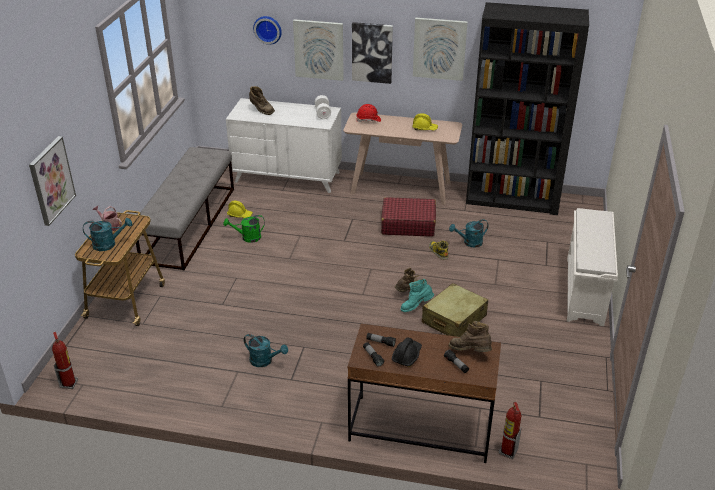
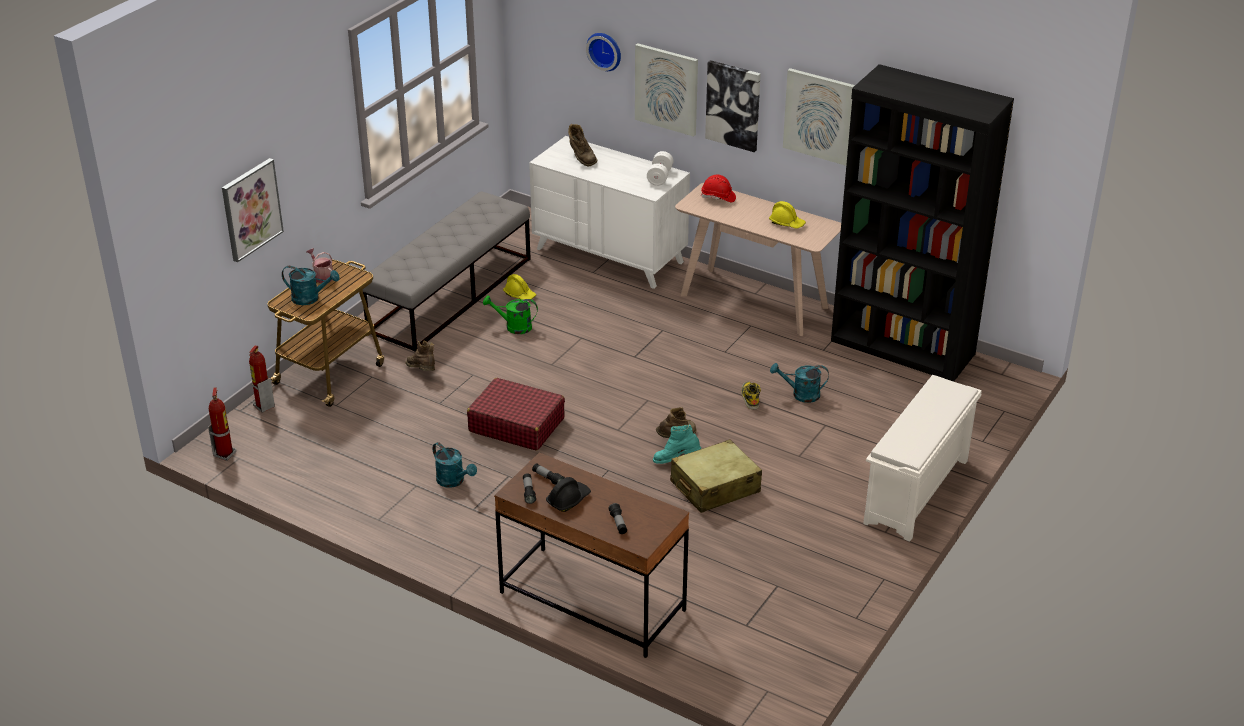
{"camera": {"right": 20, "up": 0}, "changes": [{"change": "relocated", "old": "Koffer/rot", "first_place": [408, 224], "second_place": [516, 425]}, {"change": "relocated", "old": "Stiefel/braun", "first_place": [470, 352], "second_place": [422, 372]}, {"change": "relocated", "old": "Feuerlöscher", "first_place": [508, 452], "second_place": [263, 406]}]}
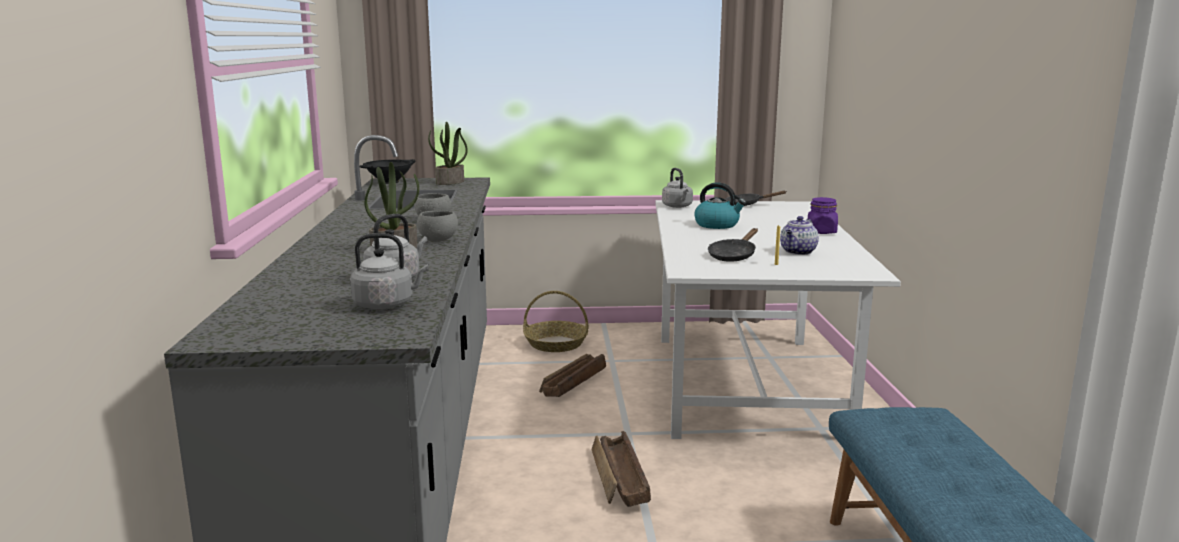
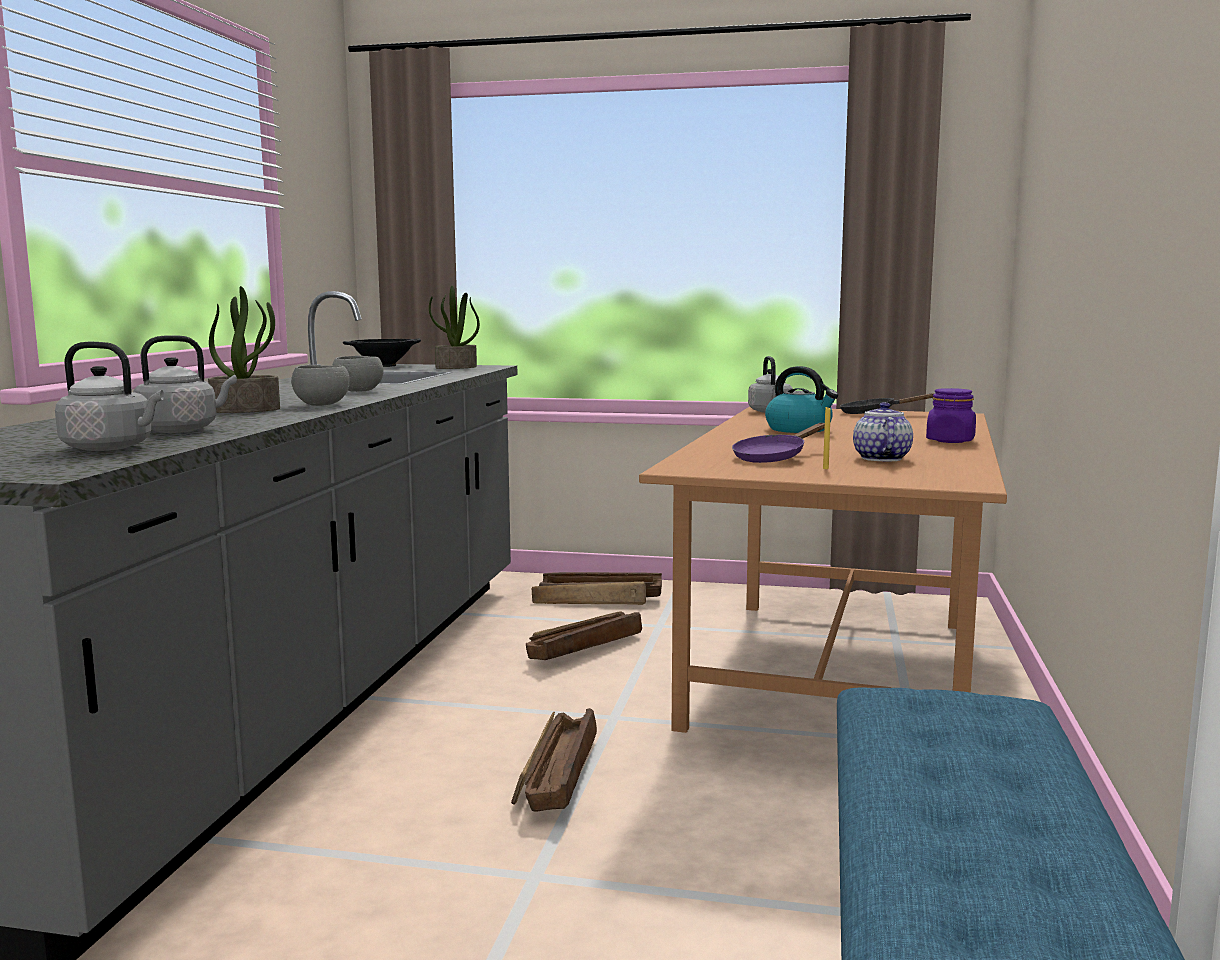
{"camera": {"right": 15, "up": -5}, "changes": [{"change": "colour", "old": "Esstisch/weiß", "new": "Esstisch/braun", "first_place": [743, 383], "second_place": [832, 670]}, {"change": "spun", "old": "Teekanne", "first_place": [798, 252], "second_place": [880, 458], "degrees": 135}, {"change": "colour", "old": "Pfanne/schwarz", "new": "Pfanne/lila", "first_place": [733, 256], "second_place": [773, 458]}, {"change": "exchanged", "old": "Korb", "new": "Kiste", "first_place": [556, 344], "second_place": [598, 600]}]}
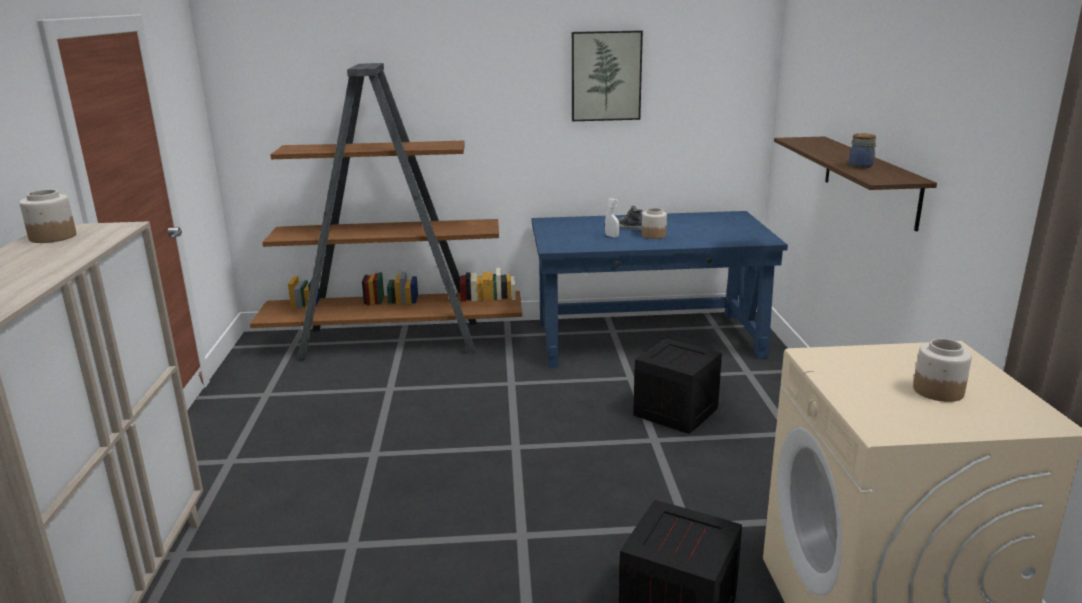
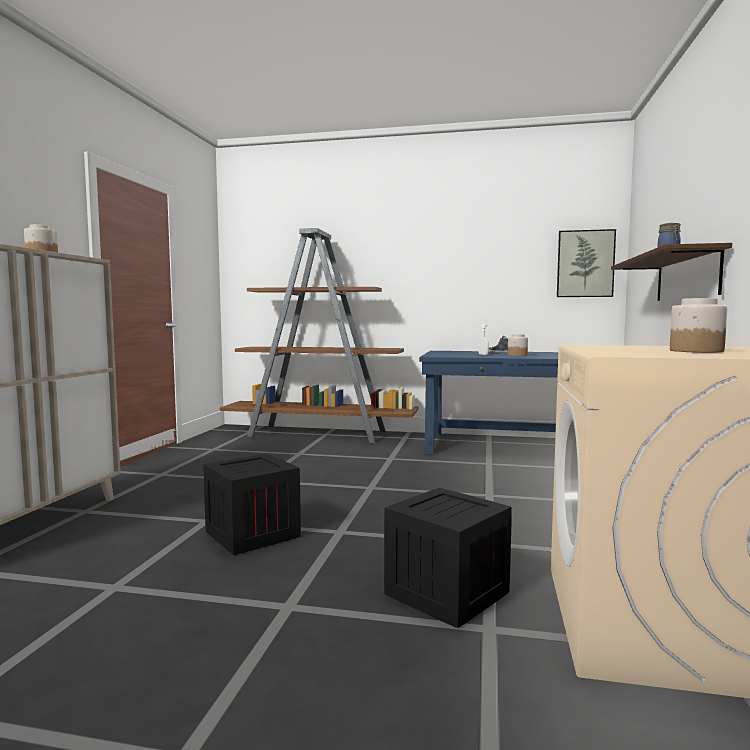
{"camera": {"right": 15, "up": -15}, "changes": [{"change": "relocated", "old": "Bild", "first_place": [606, 76], "second_place": [585, 264]}, {"change": "relocated", "old": "Kiste", "first_place": [675, 411], "second_place": [253, 534]}]}
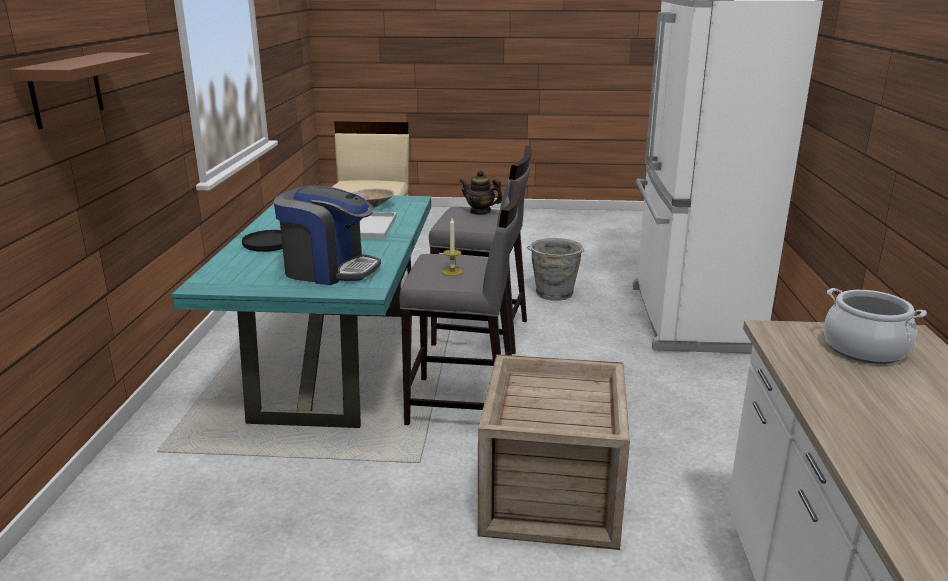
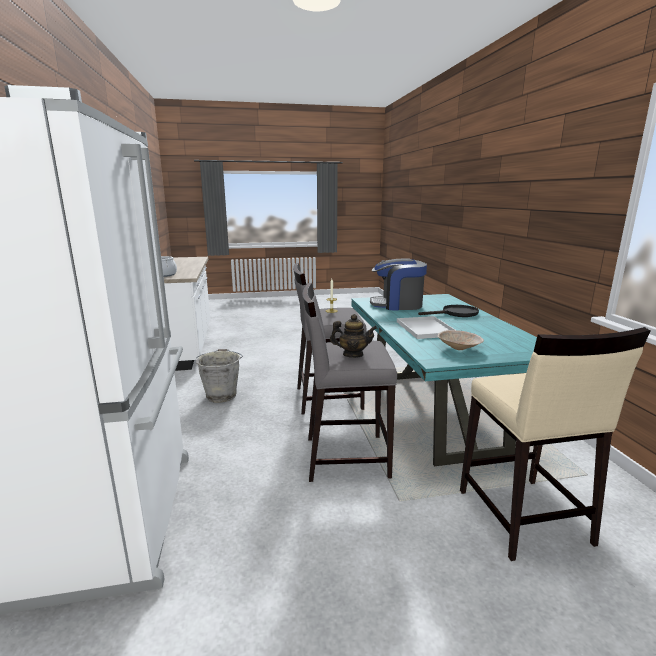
{"camera": {"right": 165, "up": -5}, "changes": [{"change": "missing", "old": "Wandregal/braun", "first_place": [66, 89]}, {"change": "relocated", "old": "Eimer/grau", "first_place": [554, 294], "second_place": [221, 395]}, {"change": "missing", "old": "Kiste", "first_place": [550, 496]}]}
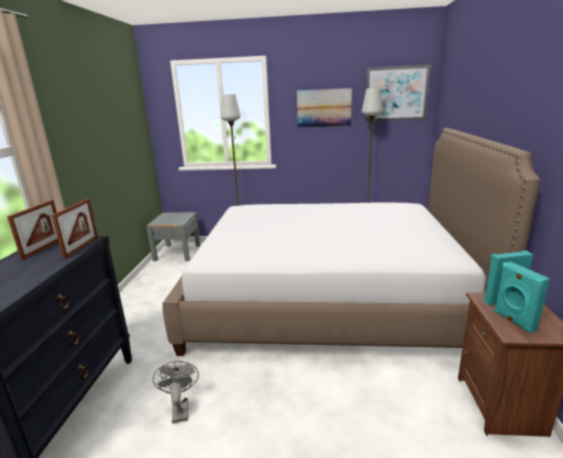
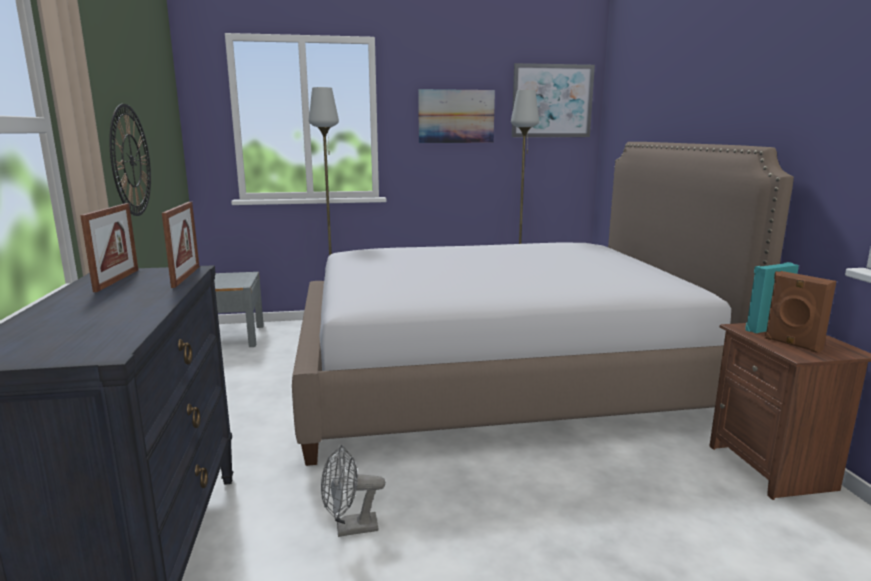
{"camera": {"right": -15, "up": -5}, "changes": [{"change": "colour", "old": "Lautsprecher/türkis", "new": "Lautsprecher/braun", "first_place": [513, 321], "second_place": [792, 344]}, {"change": "spun", "old": "Ventilator/grau", "first_place": [180, 408], "second_place": [350, 528], "degrees": -75}, {"change": "appeared", "new": "Wanduhr", "second_place": [131, 161]}]}
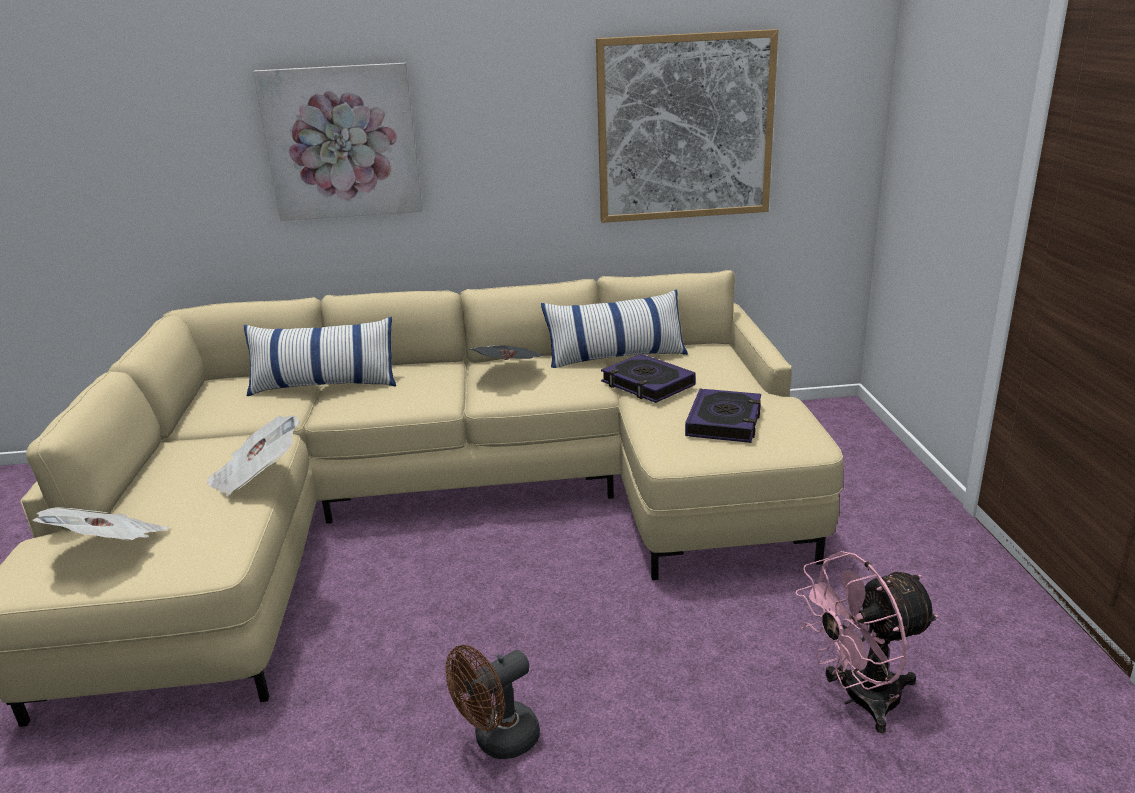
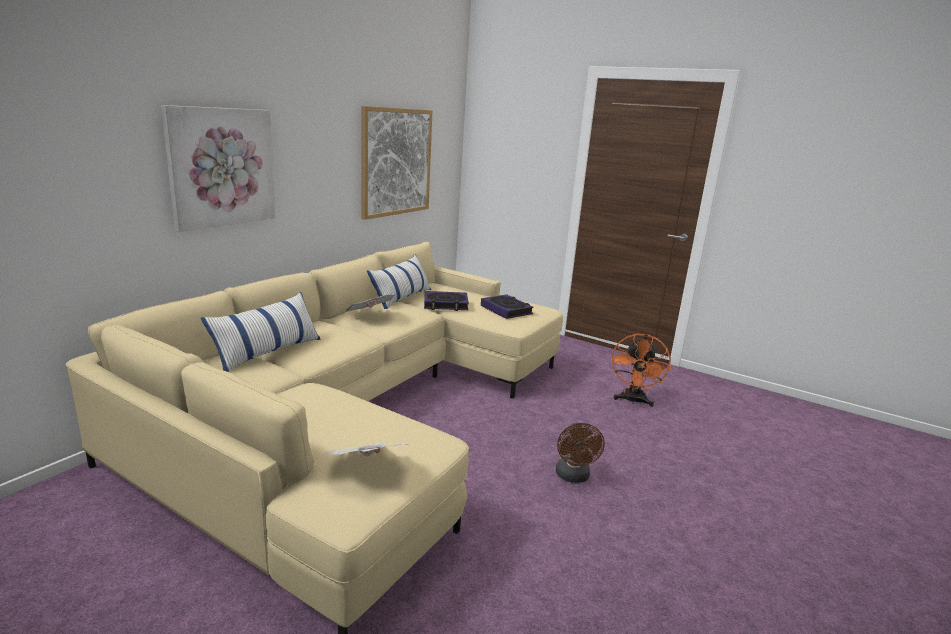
{"camera": {"right": -55, "up": -5}, "changes": [{"change": "missing", "old": "Zeitung", "first_place": [257, 477]}, {"change": "colour", "old": "Ventilator/rosa", "new": "Ventilator/orange", "first_place": [859, 699], "second_place": [633, 401]}]}
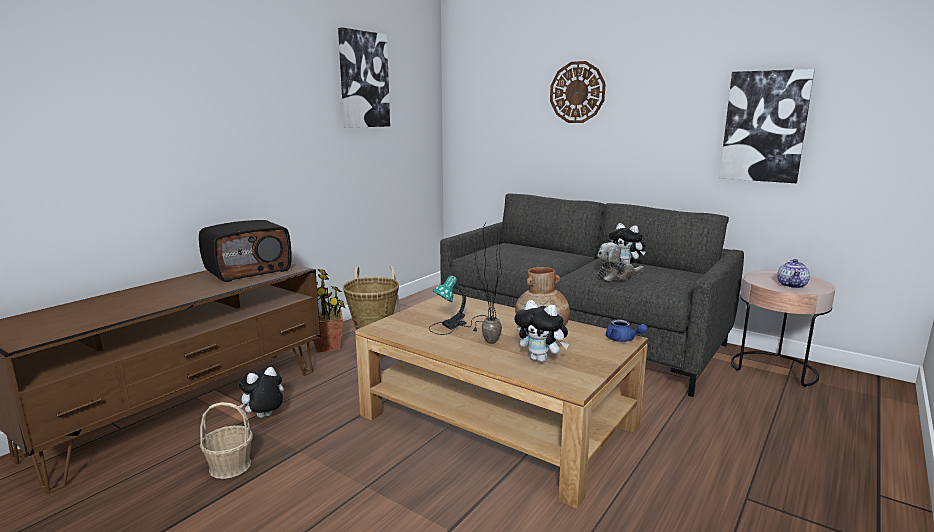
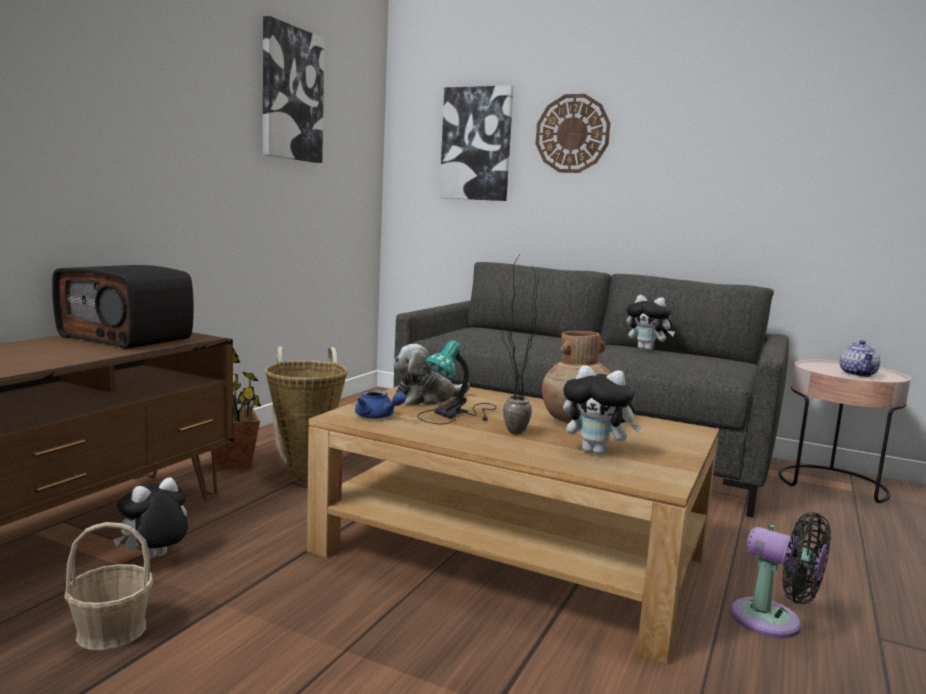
{"camera": {"right": -10, "up": -5}, "changes": [{"change": "relocated", "old": "Bild", "first_place": [764, 126], "second_place": [476, 144]}, {"change": "spun", "old": "Radio", "first_place": [248, 270], "second_place": [128, 337], "degrees": 75}, {"change": "relocated", "old": "Plüschtier", "first_place": [617, 276], "second_place": [426, 398]}, {"change": "relocated", "old": "Teekanne/blau", "first_place": [623, 340], "second_place": [378, 417]}, {"change": "appeared", "new": "Ventilator/schwarz", "second_place": [773, 622]}]}
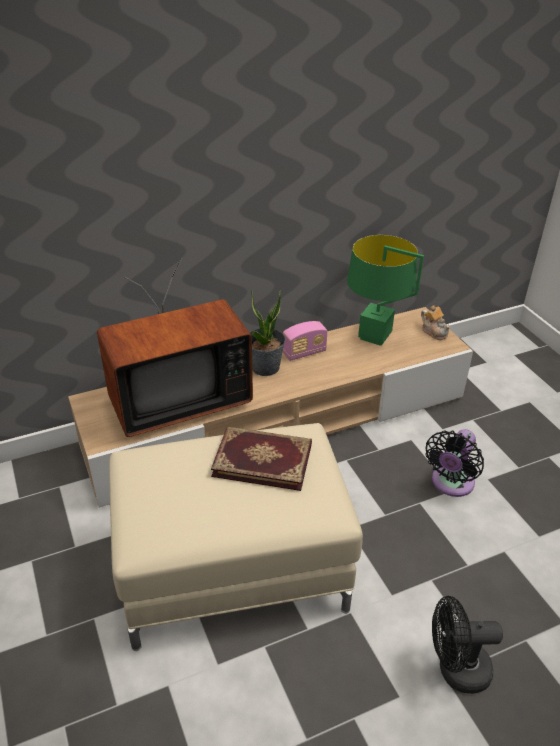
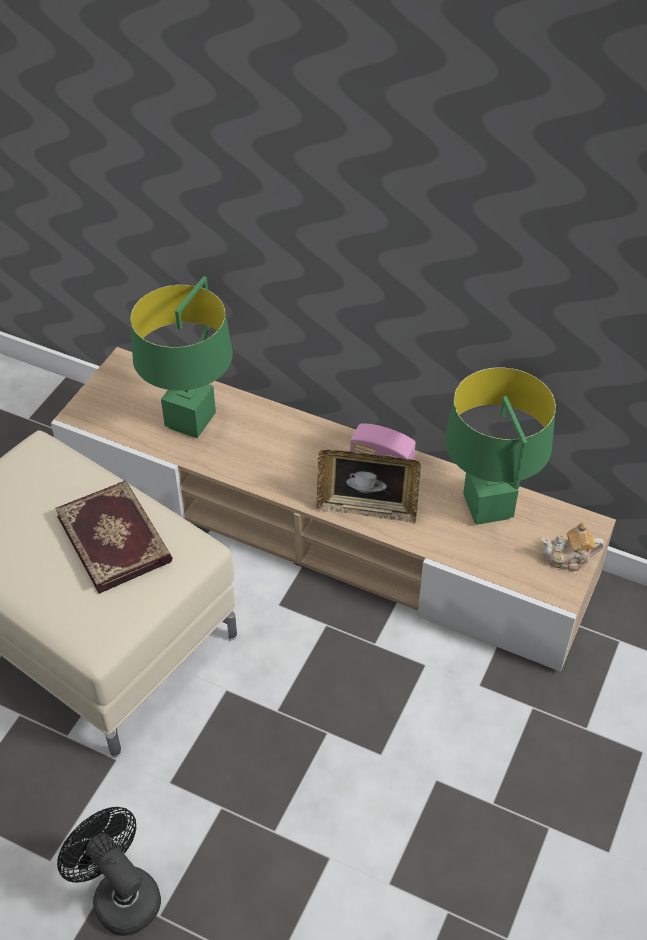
{"camera": {"right": 50, "up": 10}, "changes": [{"change": "exchanged", "old": "Fernseher", "new": "Tischlampe/grün", "first_place": [176, 400], "second_place": [191, 422]}, {"change": "missing", "old": "Topfpflanze", "first_place": [265, 367]}, {"change": "spun", "old": "Teekanne", "first_place": [434, 332], "second_place": [568, 558], "degrees": 75}, {"change": "missing", "old": "Ventilator/schwarz", "first_place": [450, 484]}, {"change": "appeared", "new": "Bilderrahmen", "second_place": [367, 509]}]}
